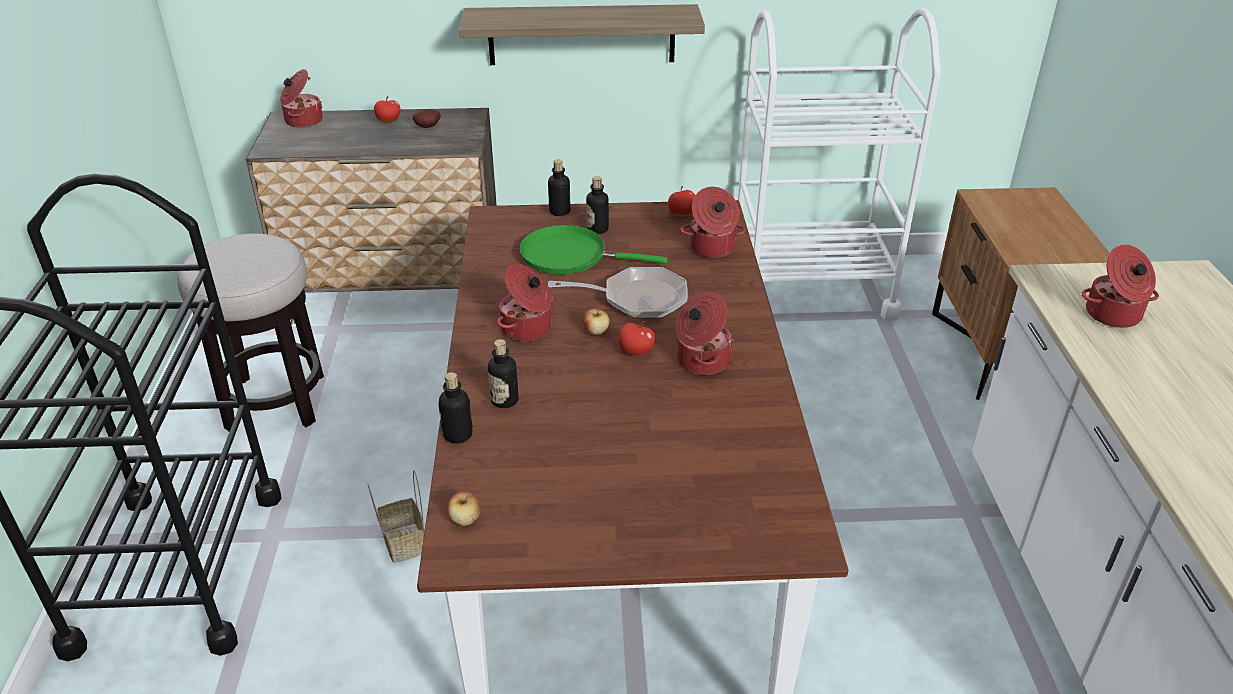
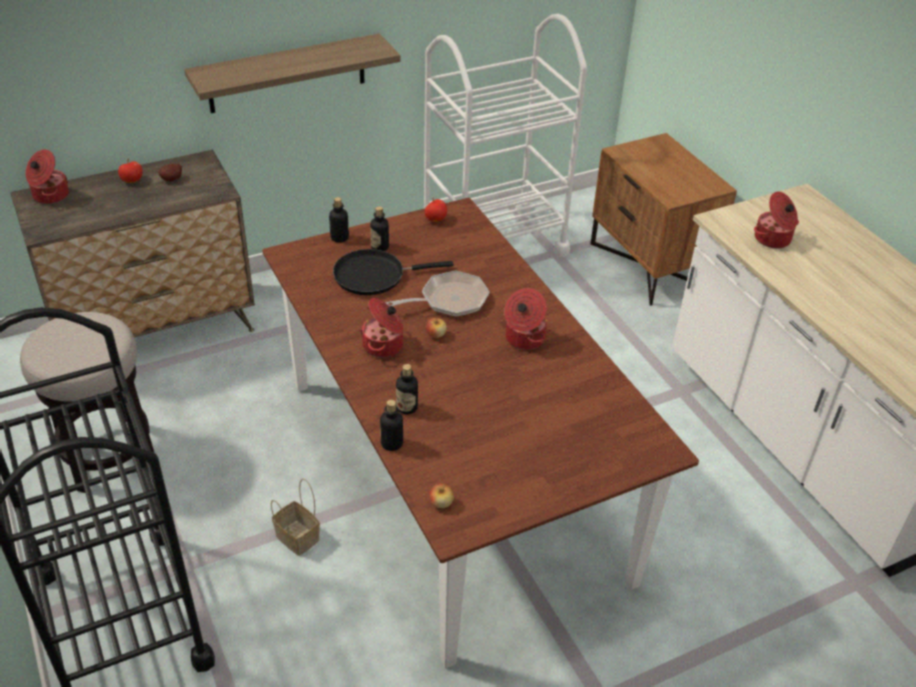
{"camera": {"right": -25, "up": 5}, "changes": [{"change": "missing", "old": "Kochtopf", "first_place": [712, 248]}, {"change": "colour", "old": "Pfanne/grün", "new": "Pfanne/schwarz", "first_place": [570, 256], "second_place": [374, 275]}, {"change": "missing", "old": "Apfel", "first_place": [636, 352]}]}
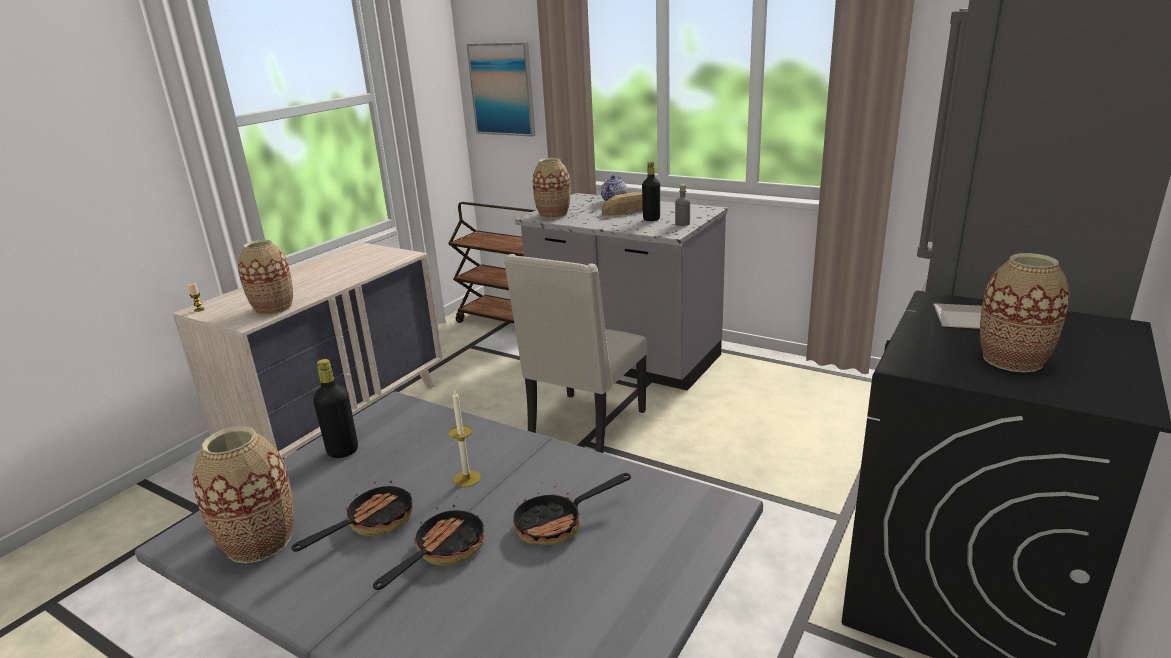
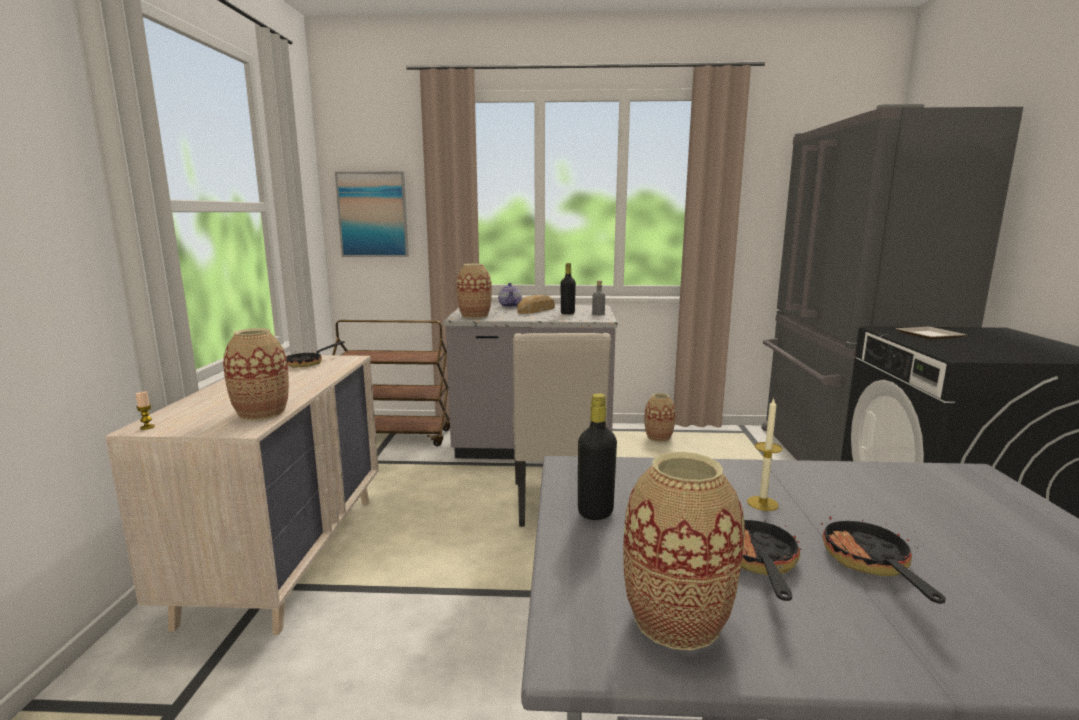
{"camera": {"right": -30, "up": -10}, "changes": [{"change": "relocated", "old": "Vase", "first_place": [1012, 360], "second_place": [658, 437]}, {"change": "relocated", "old": "Pfanne", "first_place": [559, 523], "second_place": [309, 363]}]}
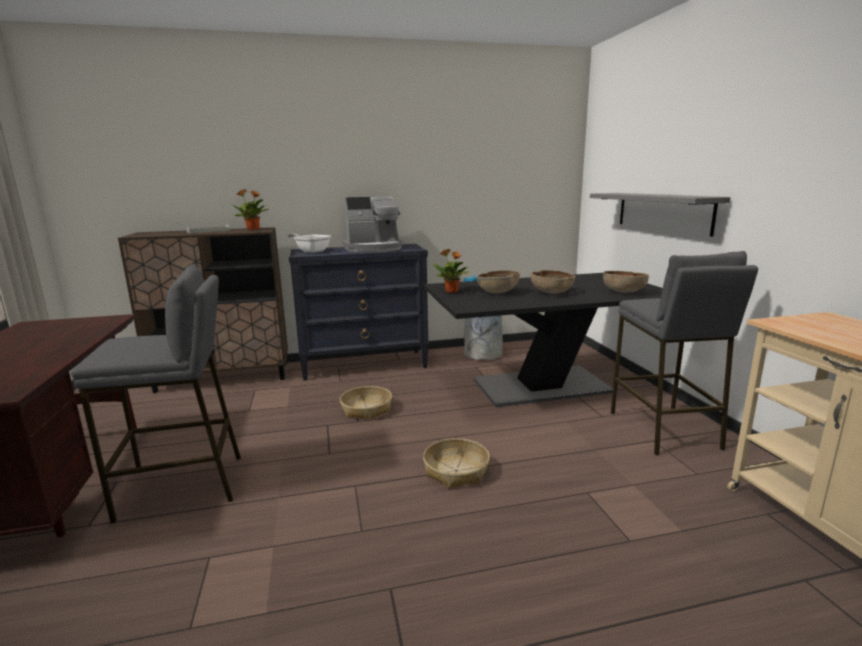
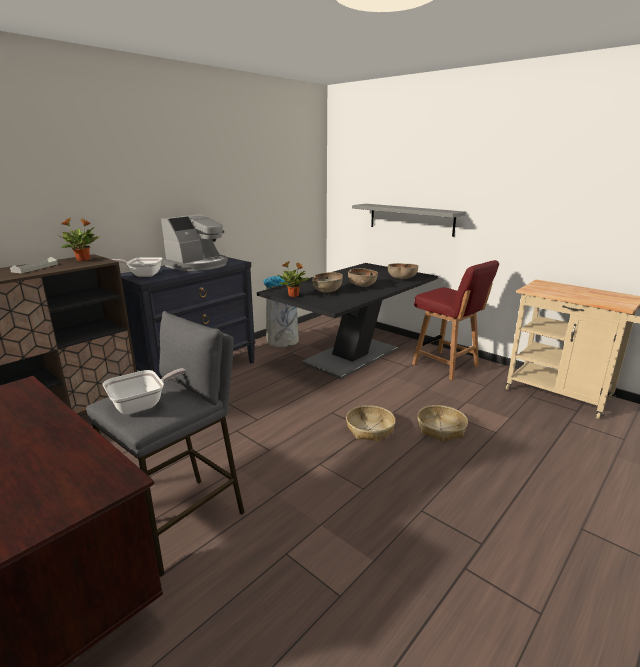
{"camera": {"right": -35, "up": 5}, "changes": [{"change": "exchanged", "old": "Hocker/grau", "new": "Stuhl/rot", "first_place": [664, 430], "second_place": [446, 365]}, {"change": "relocated", "old": "Korb", "first_place": [367, 409], "second_place": [441, 429]}, {"change": "appeared", "new": "Pfanne", "second_place": [144, 405]}]}
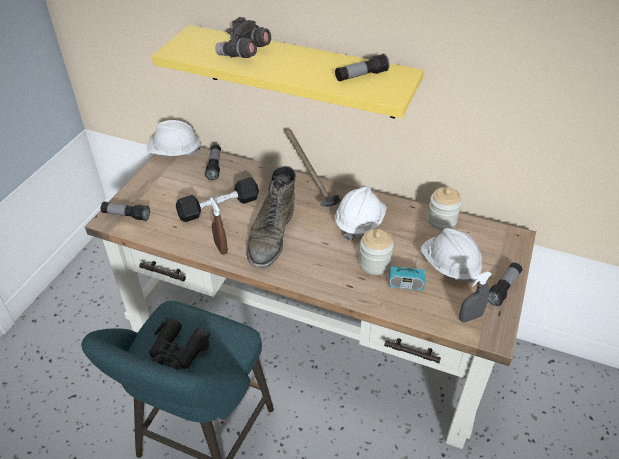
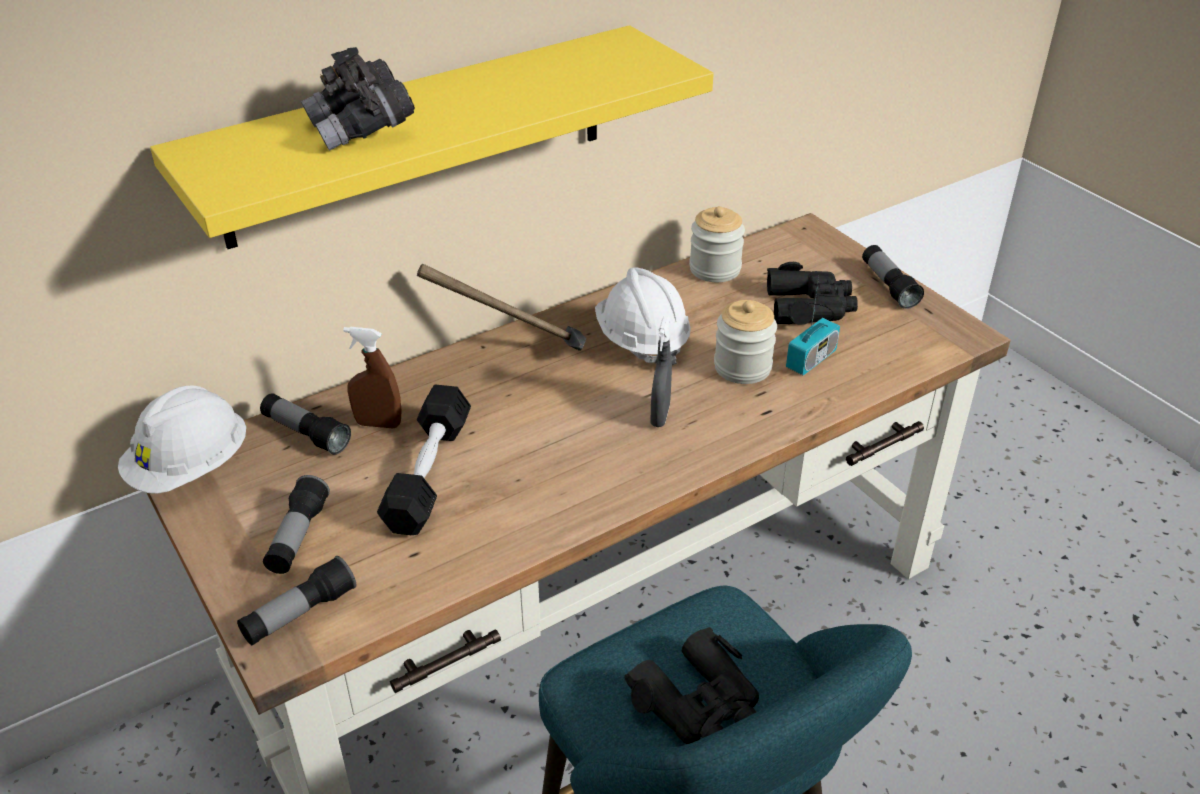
{"camera": {"right": -55, "up": -5}, "changes": [{"change": "relocated", "old": "Taschenlampe", "first_place": [361, 76], "second_place": [298, 537]}, {"change": "missing", "old": "Stiefel/grün", "first_place": [271, 235]}, {"change": "relocated", "old": "Sprühflasche/braun", "first_place": [221, 247], "second_place": [378, 424]}, {"change": "exchanged", "old": "Schutzhelm/weiß", "new": "Fernglas/schwarz", "first_place": [449, 266], "second_place": [809, 306]}, {"change": "relocated", "old": "Sprühflasche/grau", "first_place": [470, 317], "second_place": [660, 415]}]}
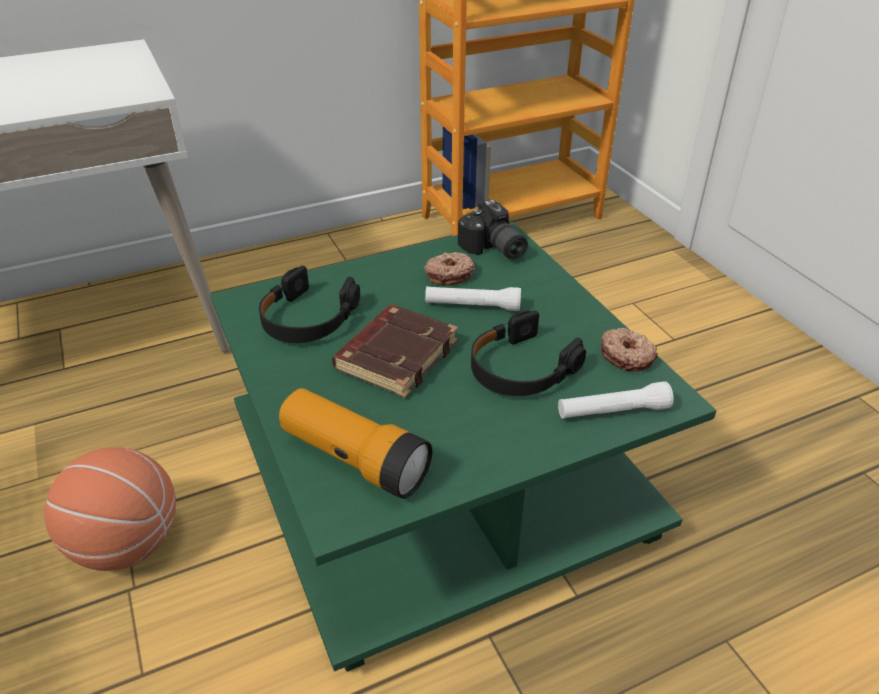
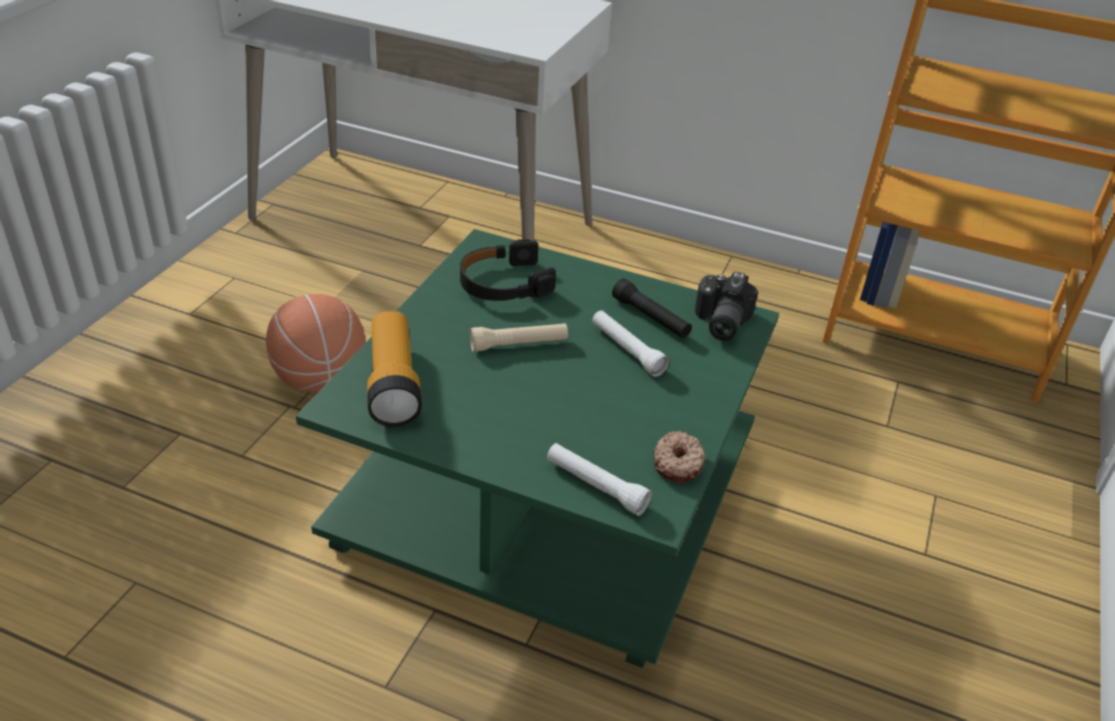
{"camera": {"right": 45, "up": 0}, "changes": [{"change": "exchanged", "old": "Donut", "new": "Taschenlampe/schwarz", "first_place": [449, 274], "second_place": [650, 318]}, {"change": "exchanged", "old": "Buch/braun", "new": "Taschenlampe/beige", "first_place": [396, 355], "second_place": [518, 344]}, {"change": "missing", "old": "Kopfhörer/schwarz", "first_place": [520, 368]}]}
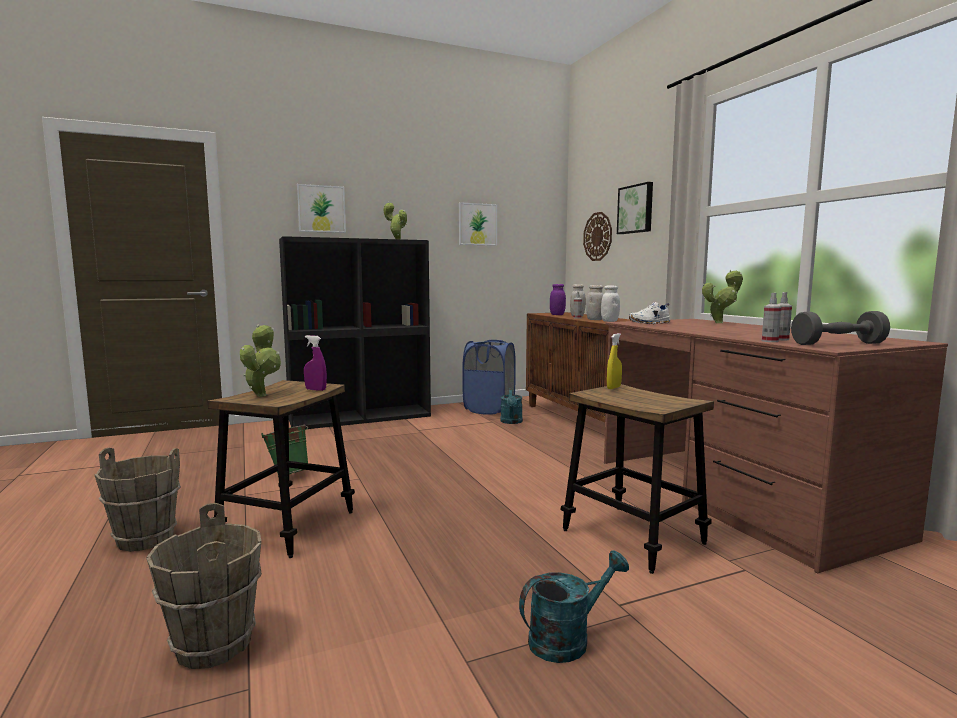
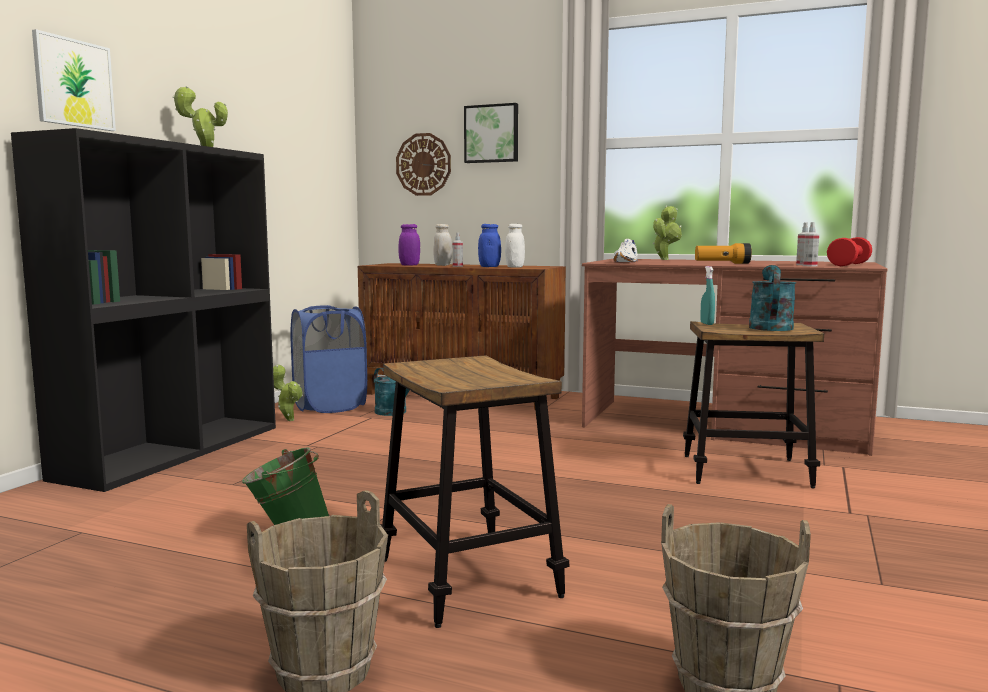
{"camera": {"right": -45, "up": 0}, "changes": [{"change": "missing", "old": "Bild", "first_place": [477, 224]}, {"change": "colour", "old": "Vorratsglas/weiß", "new": "Vorratsglas/blau", "first_place": [595, 319], "second_place": [489, 267]}, {"change": "colour", "old": "Hantel/grau", "new": "Hantel/rot", "first_place": [838, 344], "second_place": [849, 265]}, {"change": "relocated", "old": "Topfpflanze", "first_place": [262, 395], "second_place": [288, 419]}, {"change": "colour", "old": "Sprühflasche/gelb", "new": "Sprühflasche/türkis", "first_place": [613, 387], "second_place": [707, 323]}, {"change": "missing", "old": "Sprühflasche/lila", "first_place": [315, 389]}, {"change": "relocated", "old": "Gießkanne/türkis", "first_place": [567, 639], "second_place": [770, 326]}, {"change": "appeared", "new": "Taschenlampe", "second_place": [722, 263]}]}
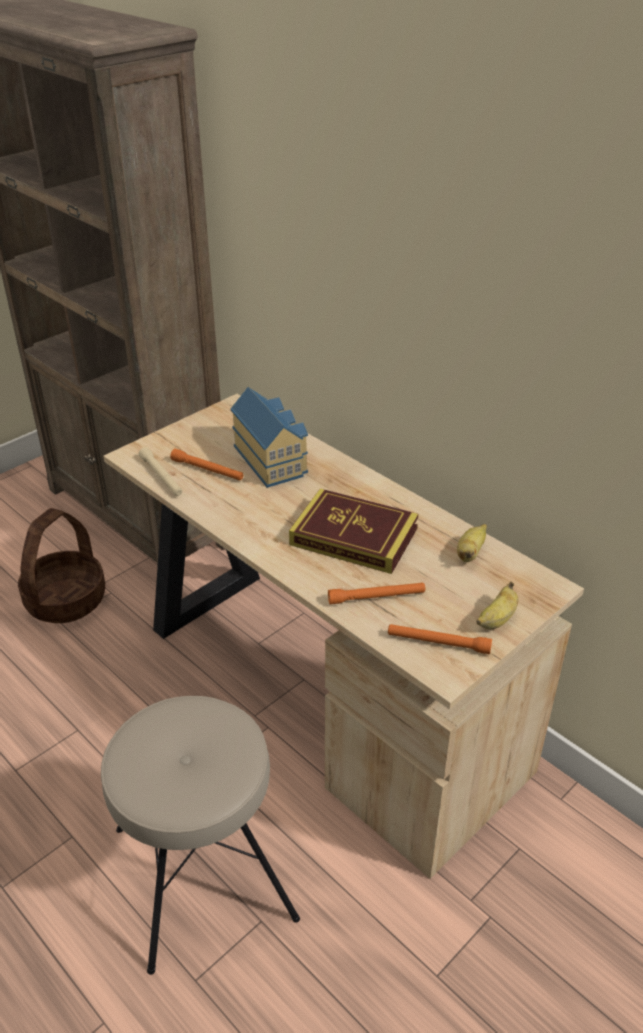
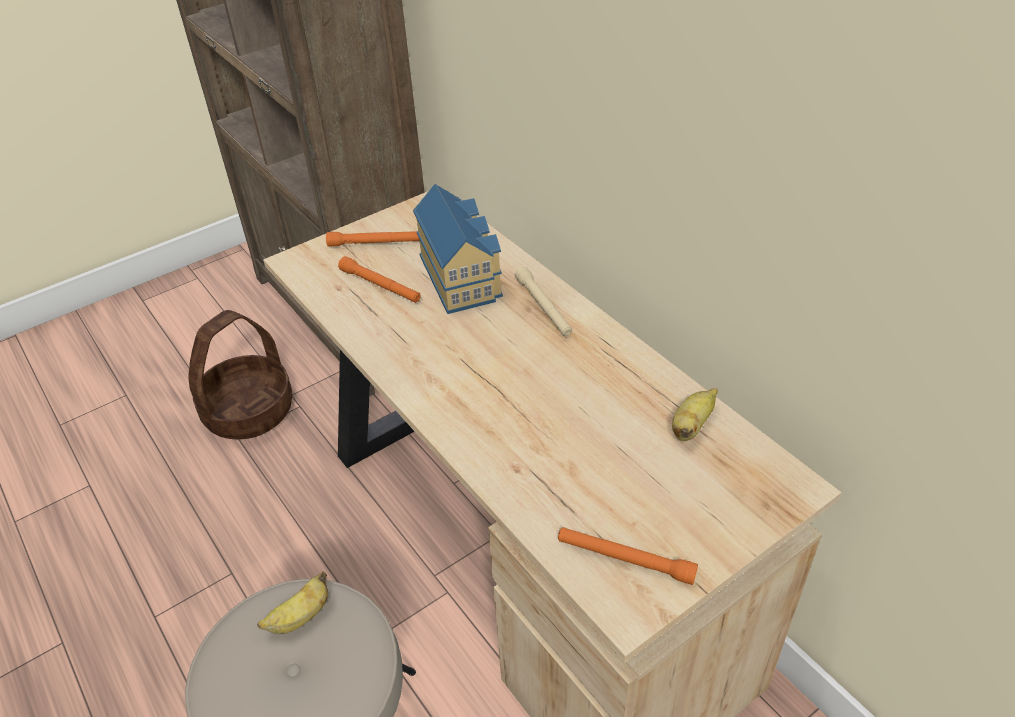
{"camera": {"right": 10, "up": 5}, "changes": [{"change": "relocated", "old": "Taschenlampe/beige", "first_place": [161, 477], "second_place": [543, 307]}, {"change": "missing", "old": "Buch", "first_place": [354, 536]}, {"change": "relocated", "old": "Taschenlampe/orange", "first_place": [376, 597], "second_place": [375, 243]}, {"change": "relocated", "old": "Banane", "first_place": [496, 620], "second_place": [300, 617]}]}
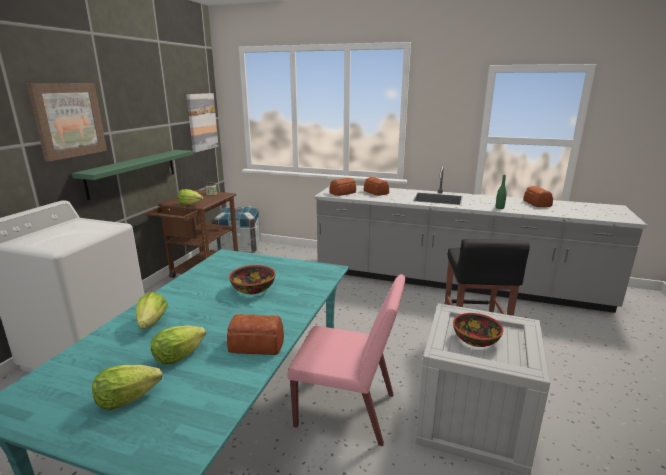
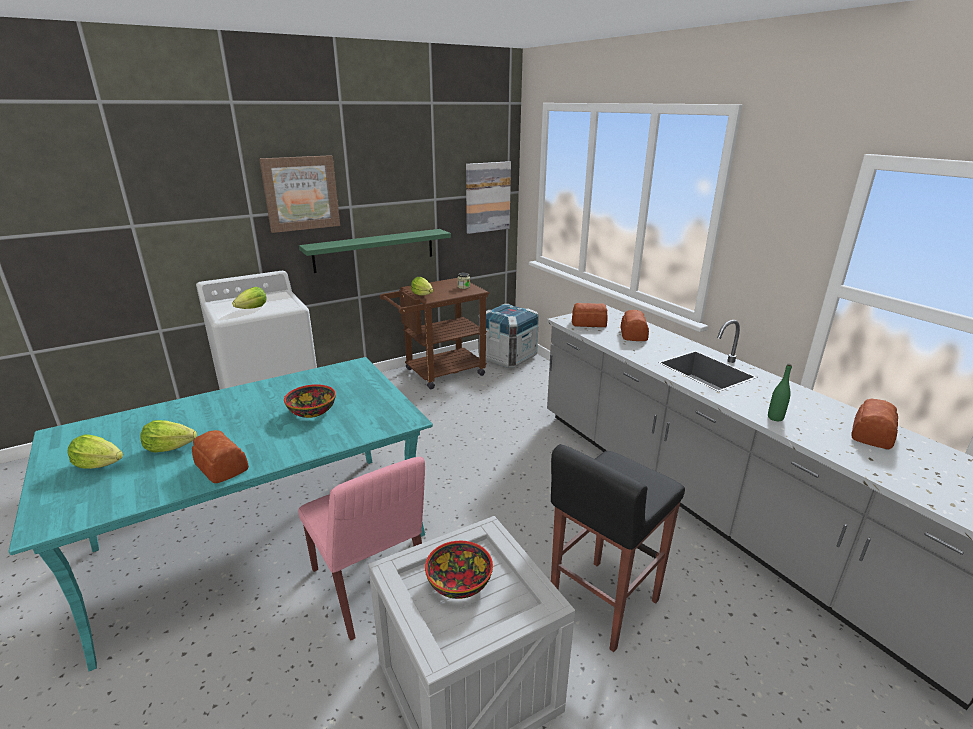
{"camera": {"right": 40, "up": 5}, "changes": [{"change": "relocated", "old": "Salatkopf", "first_place": [152, 323], "second_place": [253, 309]}]}
